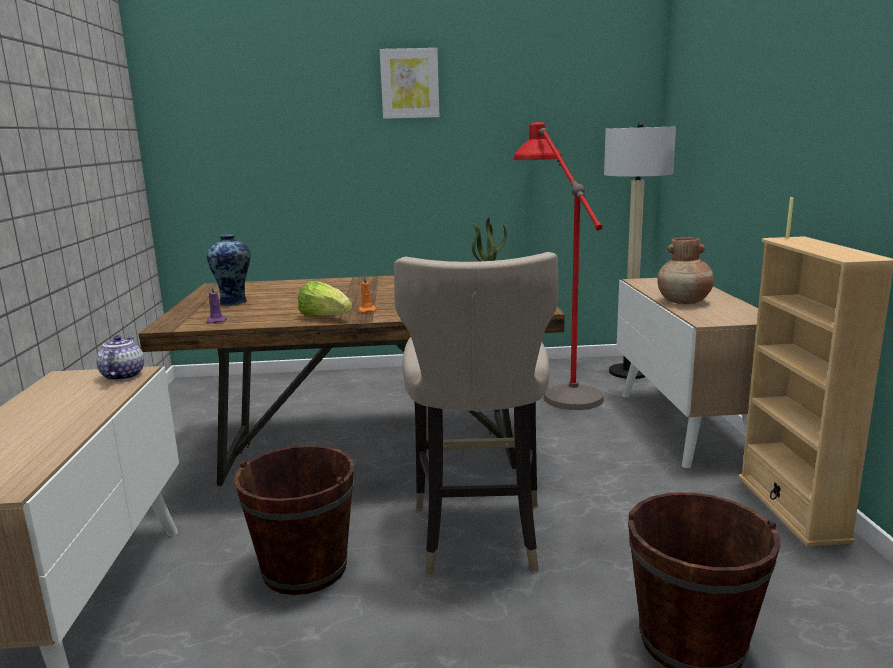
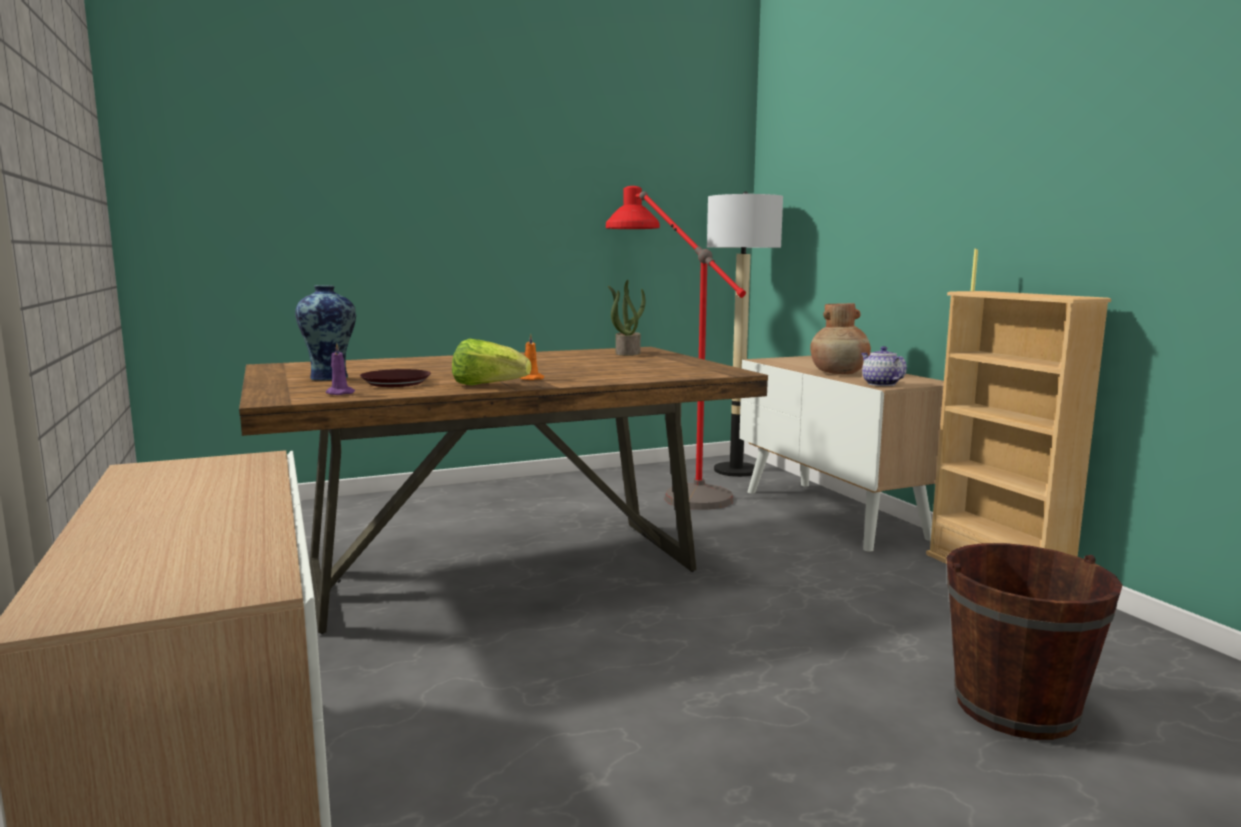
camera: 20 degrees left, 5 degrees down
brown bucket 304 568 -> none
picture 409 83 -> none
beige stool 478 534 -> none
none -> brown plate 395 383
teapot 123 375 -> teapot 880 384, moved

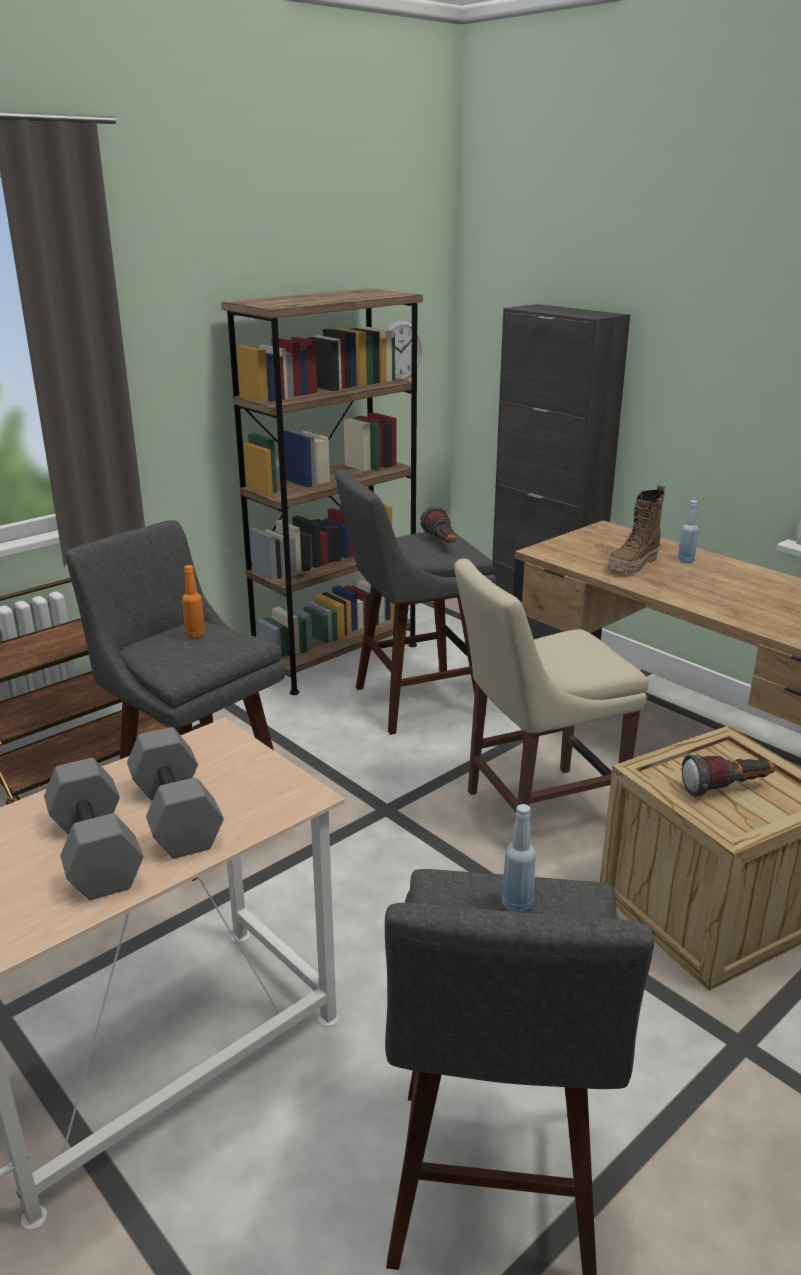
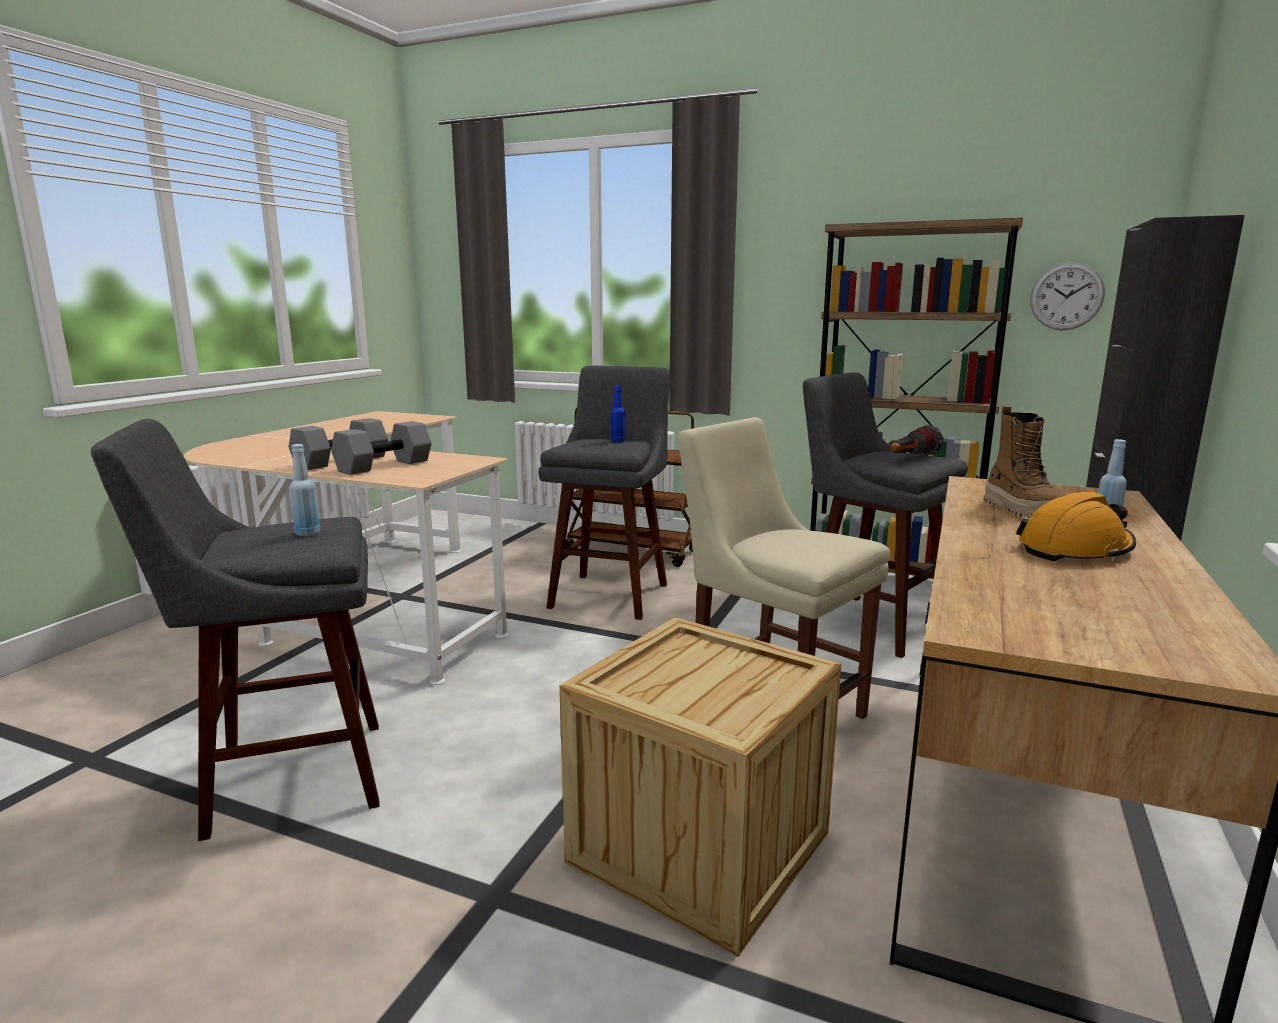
camera: 65 degrees right, 10 degrees down
flashlight 727 789 -> none
none -> orange hard hat 1075 549
orange bottle 195 634 -> blue bottle 618 441
boot 633 565 -> boot 1023 510, 120 degrees counterclockwise

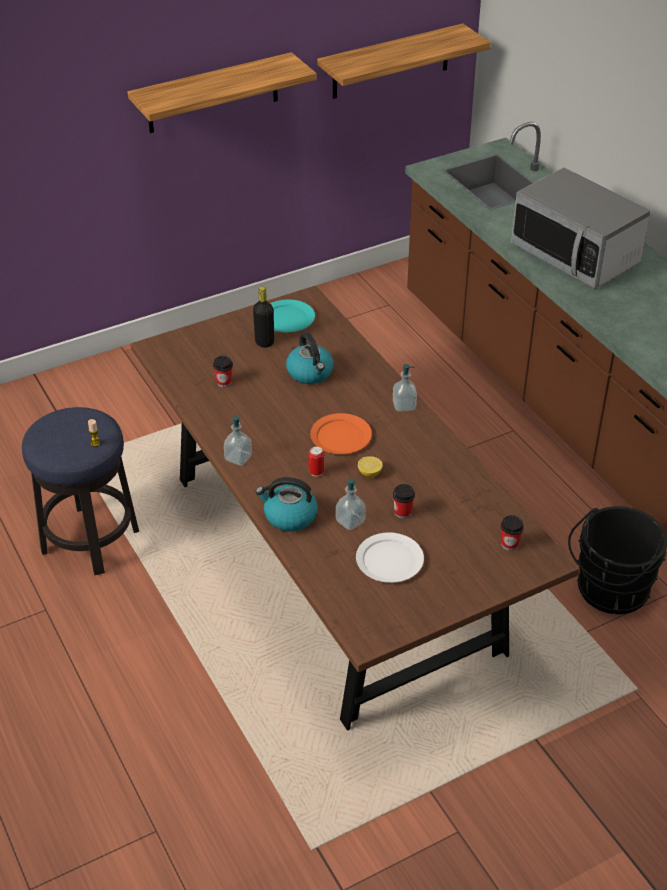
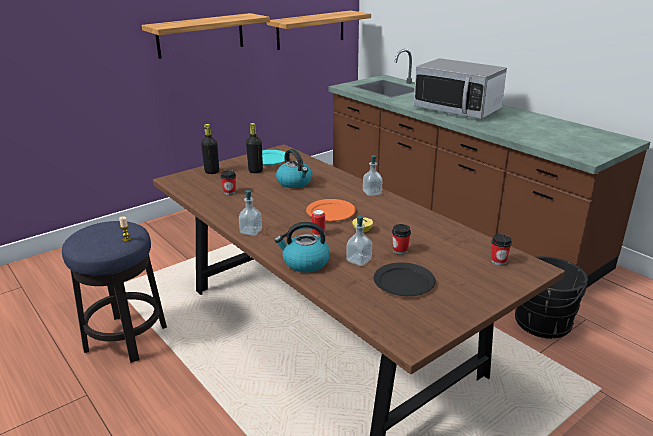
camera: 10 degrees left, 15 degrees down
none -> black bottle 212 172
white plate 389 560 -> black plate 403 282

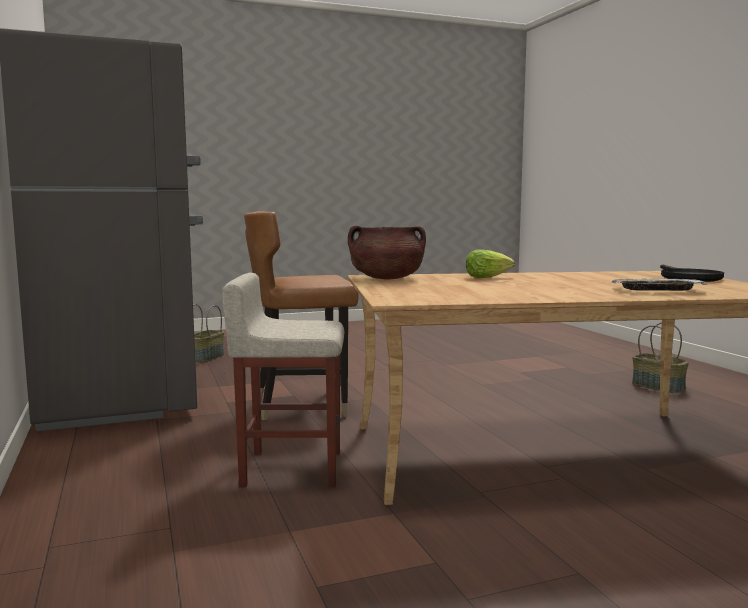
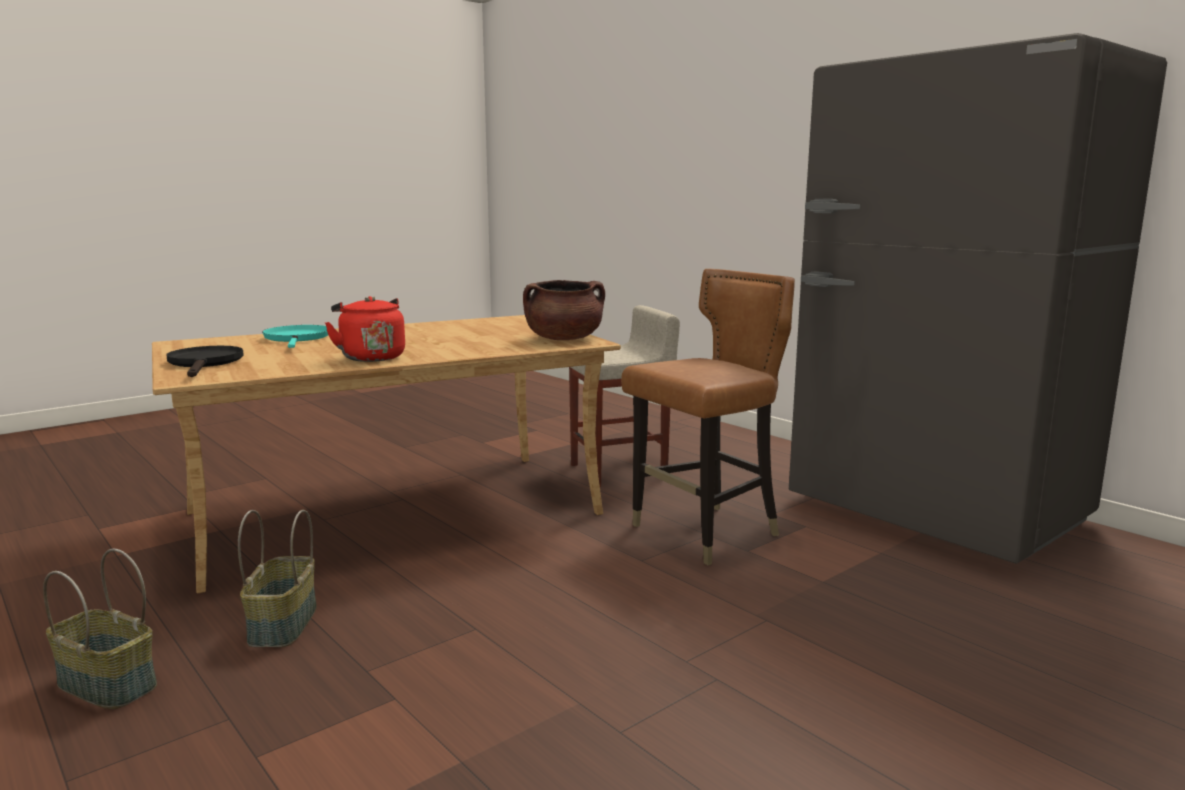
camera: 160 degrees right, 5 degrees up
lettuce 487 277 -> none
none -> red kettle 371 357
basket 206 357 -> basket 284 625, moved
tray 656 290 -> turquoise frying pan 297 338

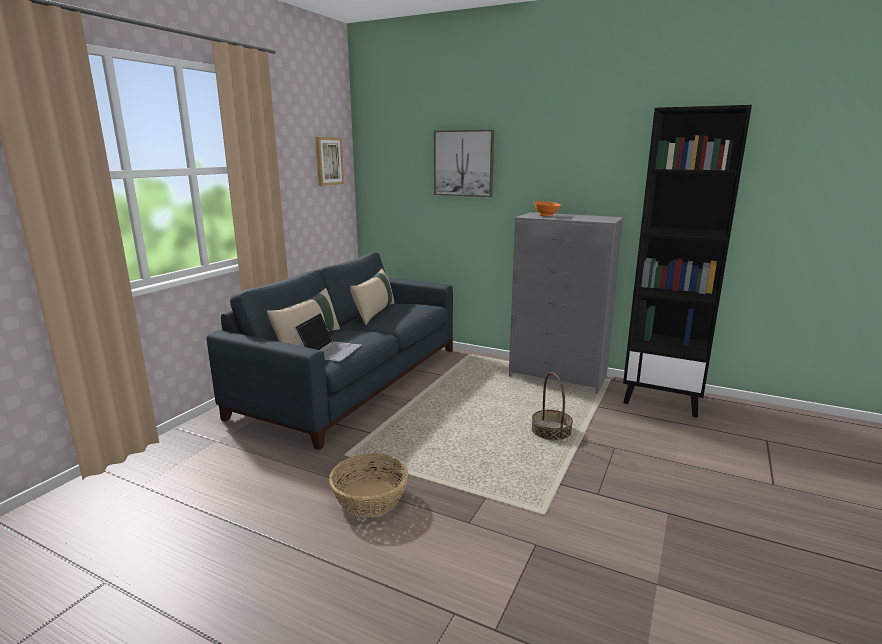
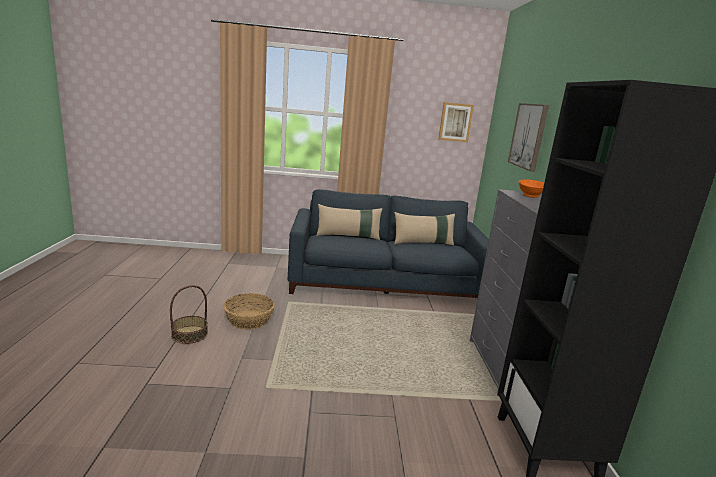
camera: 60 degrees right, 0 degrees up
laptop 329 350 -> none
basket 551 431 -> basket 189 334, moved

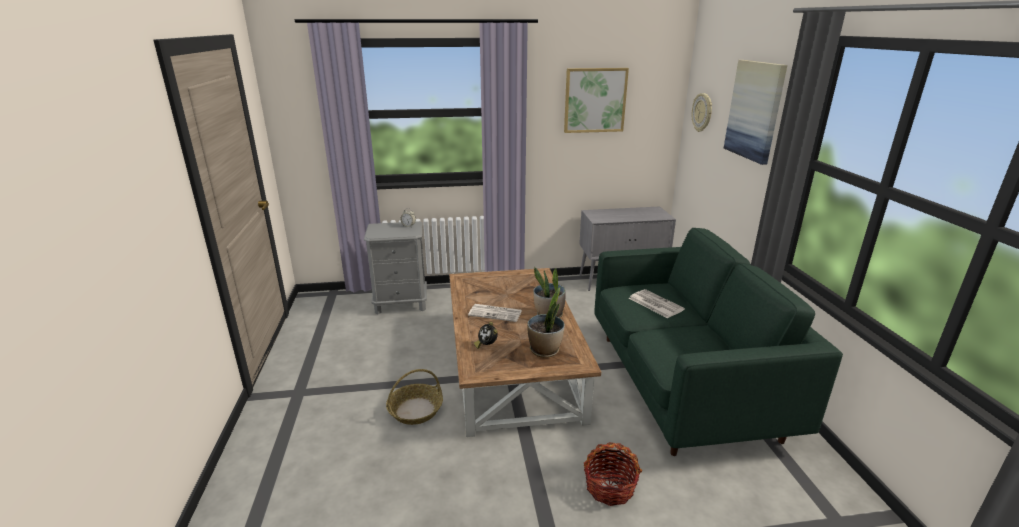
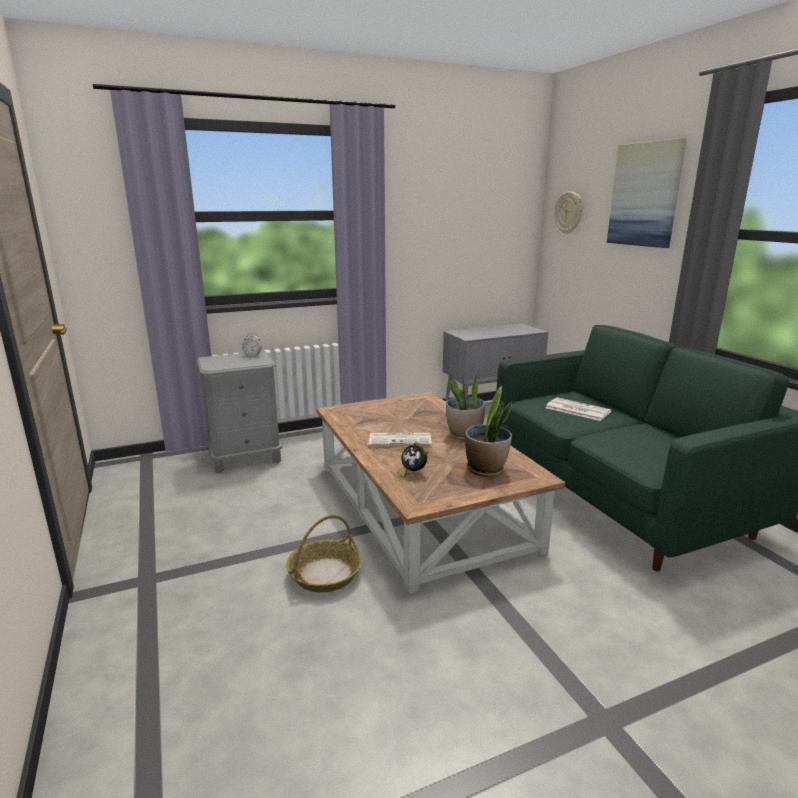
camera: 15 degrees left, 5 degrees down
picture 595 100 -> none
basket 609 487 -> none

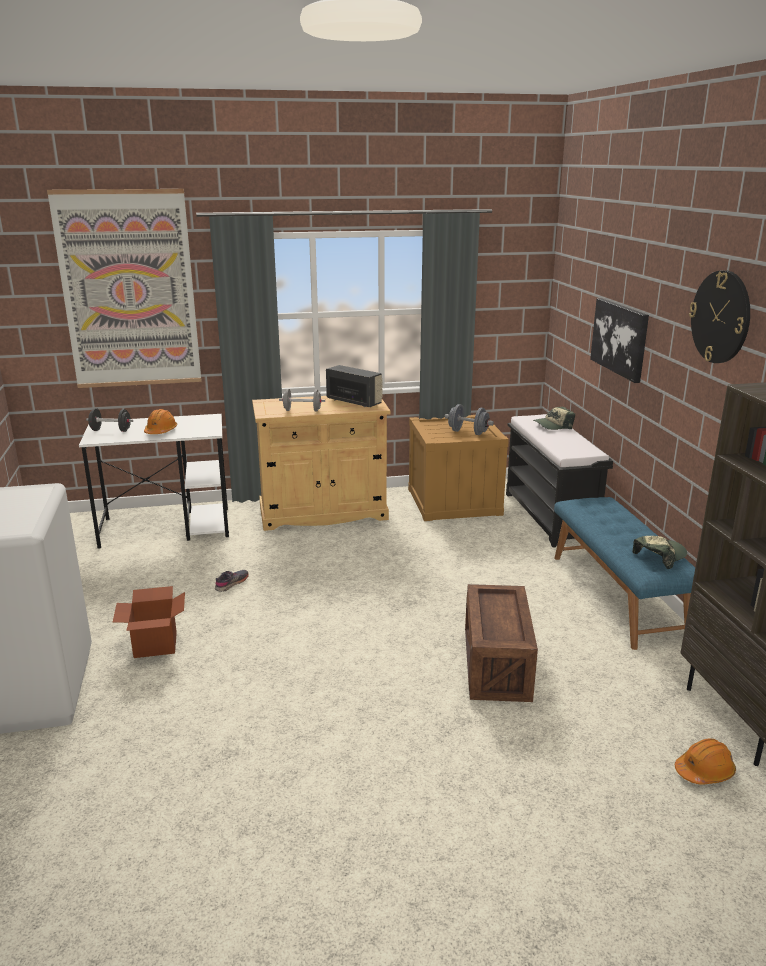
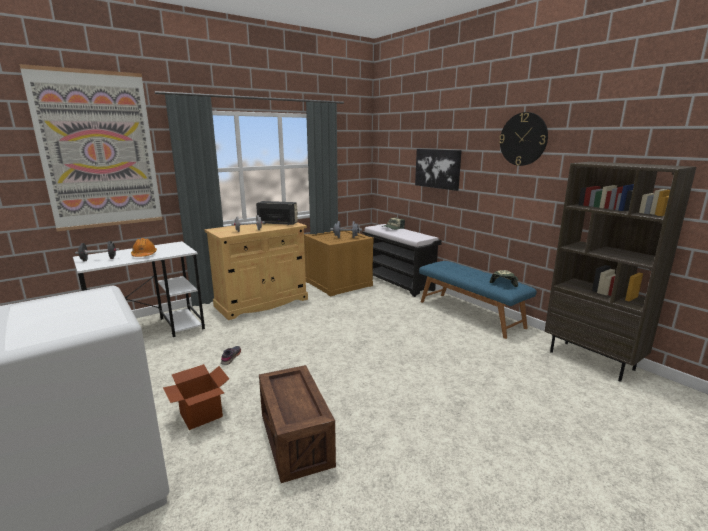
camera: 25 degrees left, 5 degrees down
orange hard hat 704 771 -> none
crate 496 665 -> crate 295 439, moved

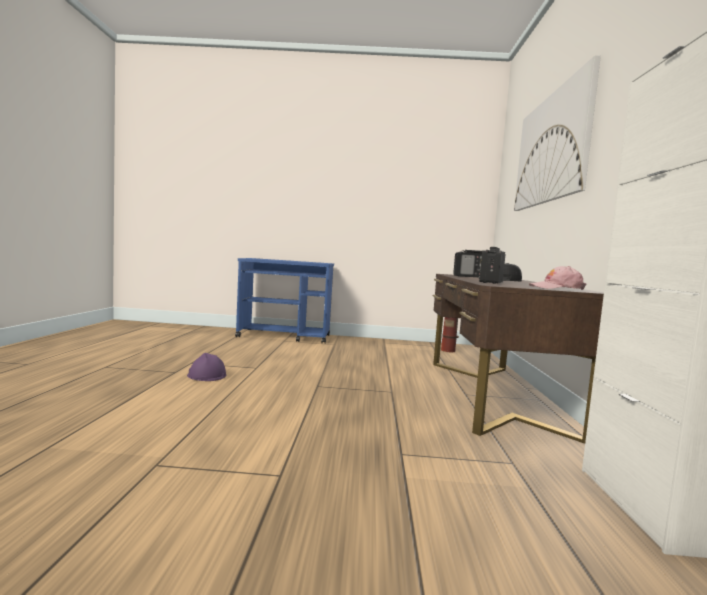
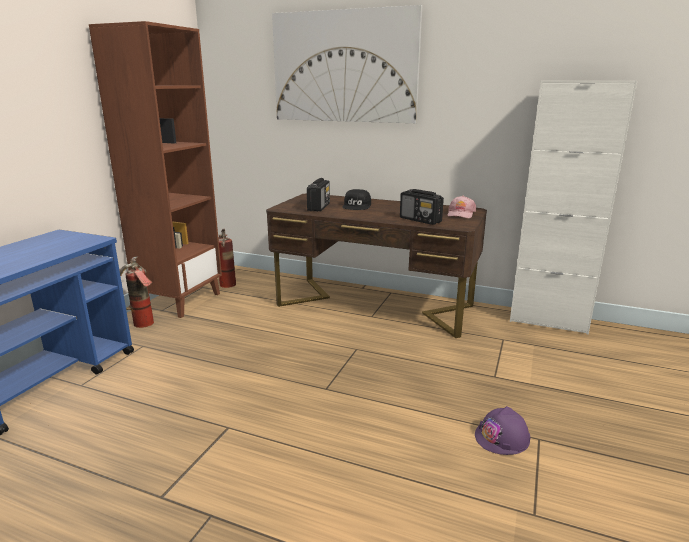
camera: 70 degrees left, 15 degrees up
none -> brown bookcase 180 301
none -> fire extinguisher 140 327
purple hard hat 206 375 -> purple hard hat 502 437, moved

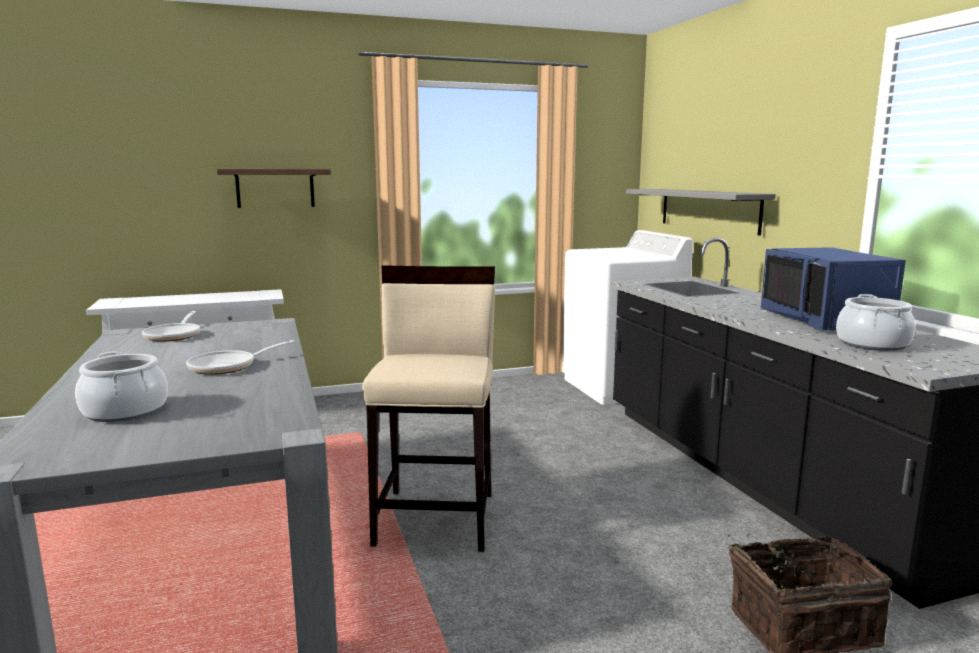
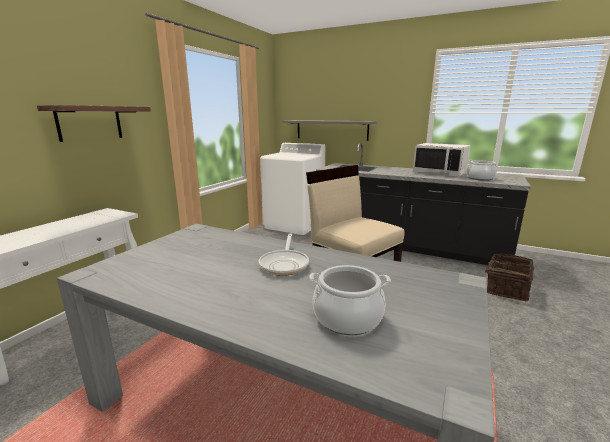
camera: 45 degrees left, 5 degrees up
frying pan 174 335 -> none
blue microwave 826 320 -> white microwave 439 173

